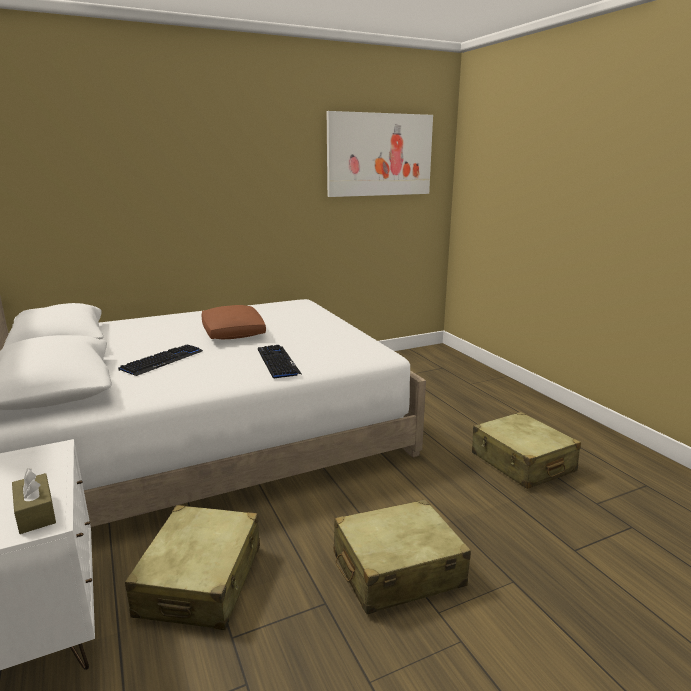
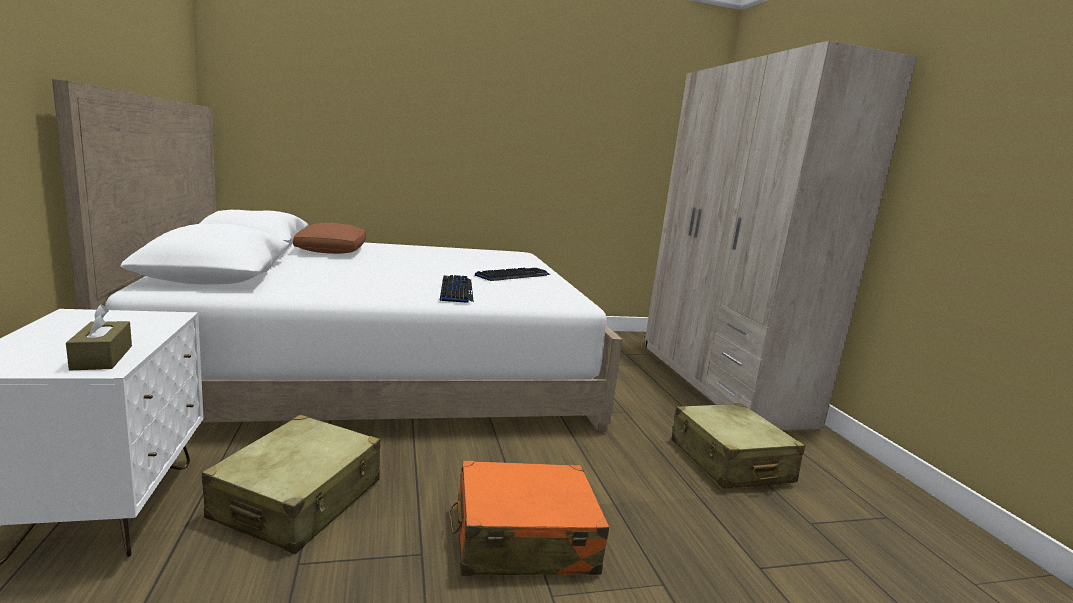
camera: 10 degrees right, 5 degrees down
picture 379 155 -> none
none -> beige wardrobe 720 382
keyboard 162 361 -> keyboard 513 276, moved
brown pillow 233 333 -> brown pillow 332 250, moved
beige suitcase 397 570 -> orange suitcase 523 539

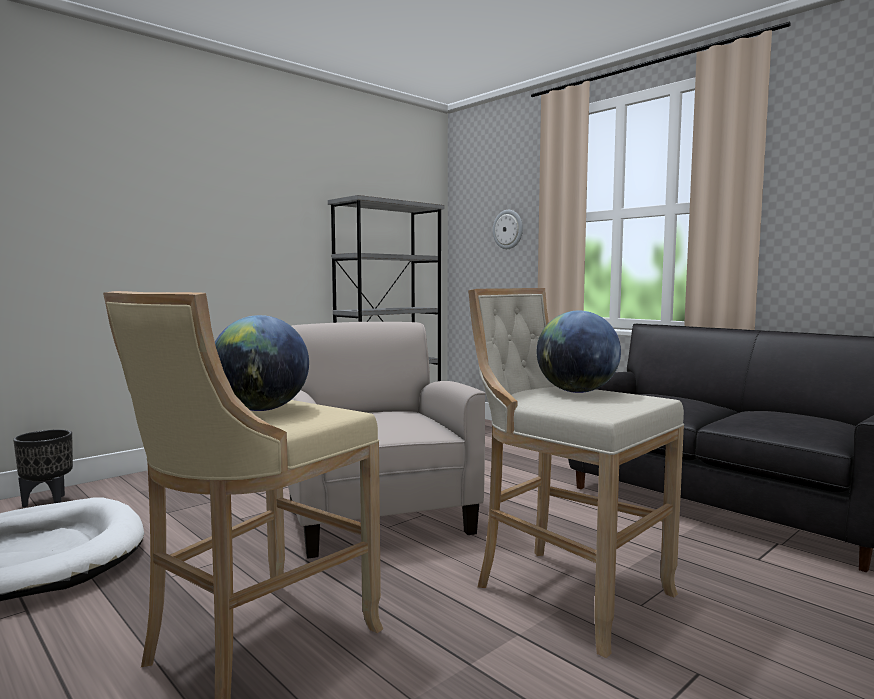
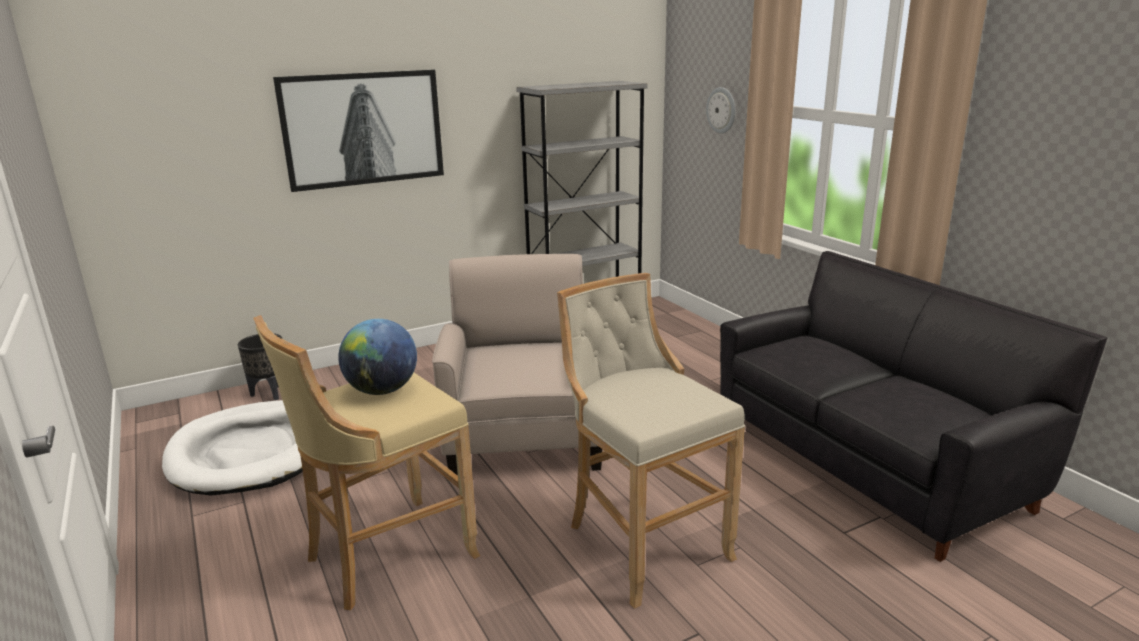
camera: 15 degrees right, 15 degrees up
globe 576 392 -> none
none -> picture 363 129

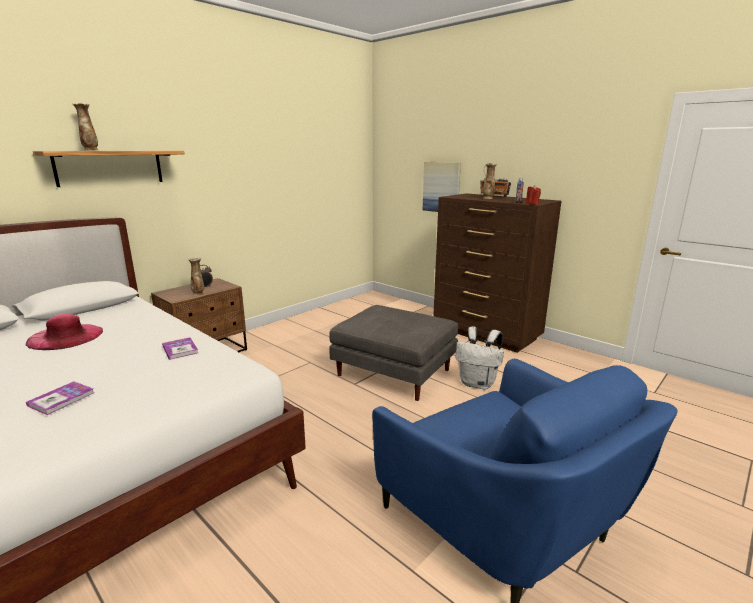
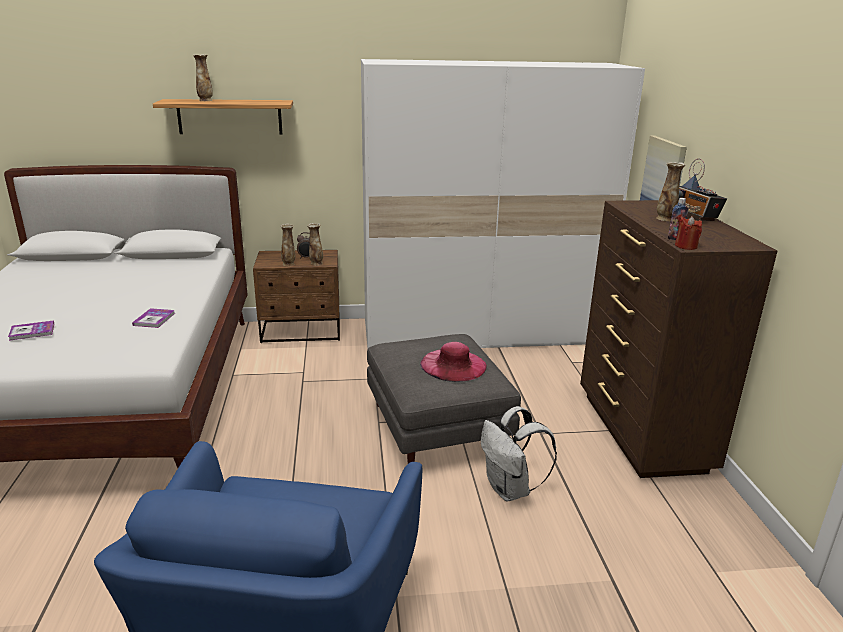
camera: 40 degrees right, 5 degrees up
none -> vase 316 263
none -> white wardrobe 481 332
pink hat 66 336 -> pink hat 453 365, moved

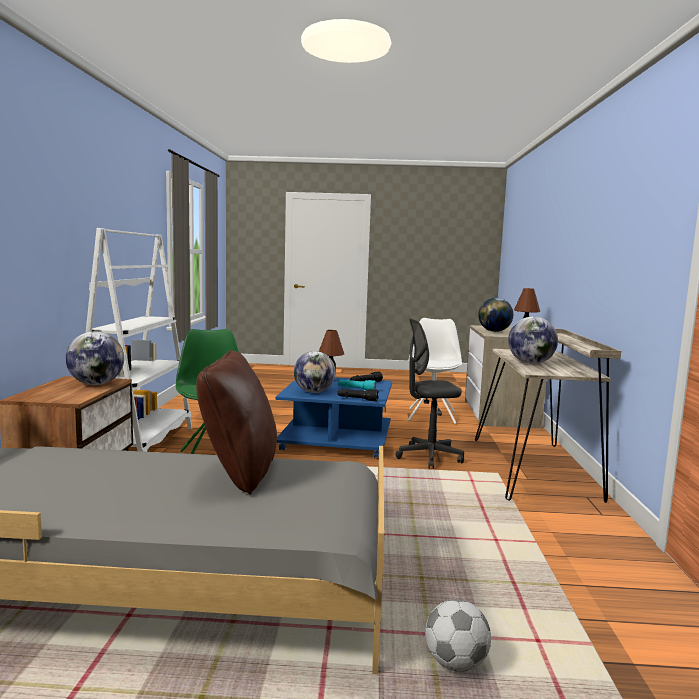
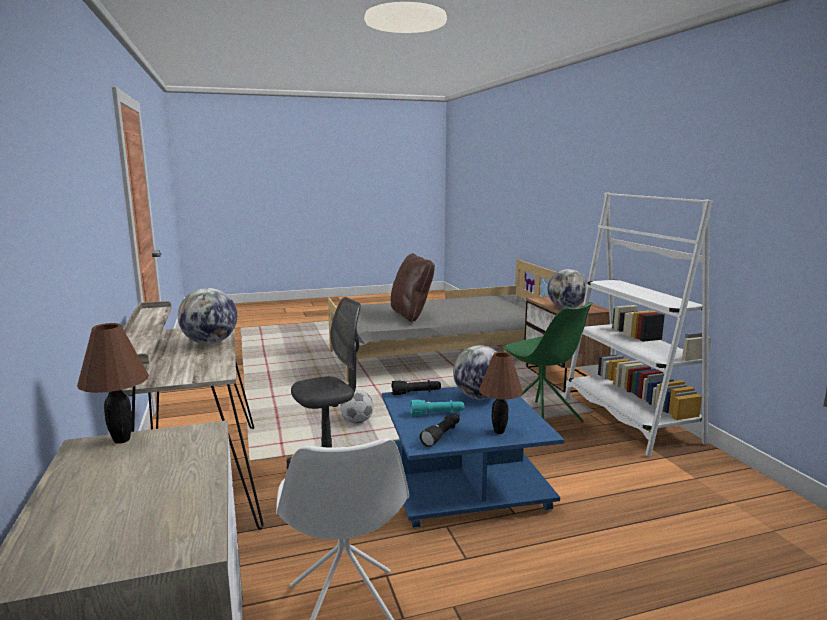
camera: 160 degrees right, 5 degrees up
globe 494 331 -> none
football 456 664 -> football 357 421, moved

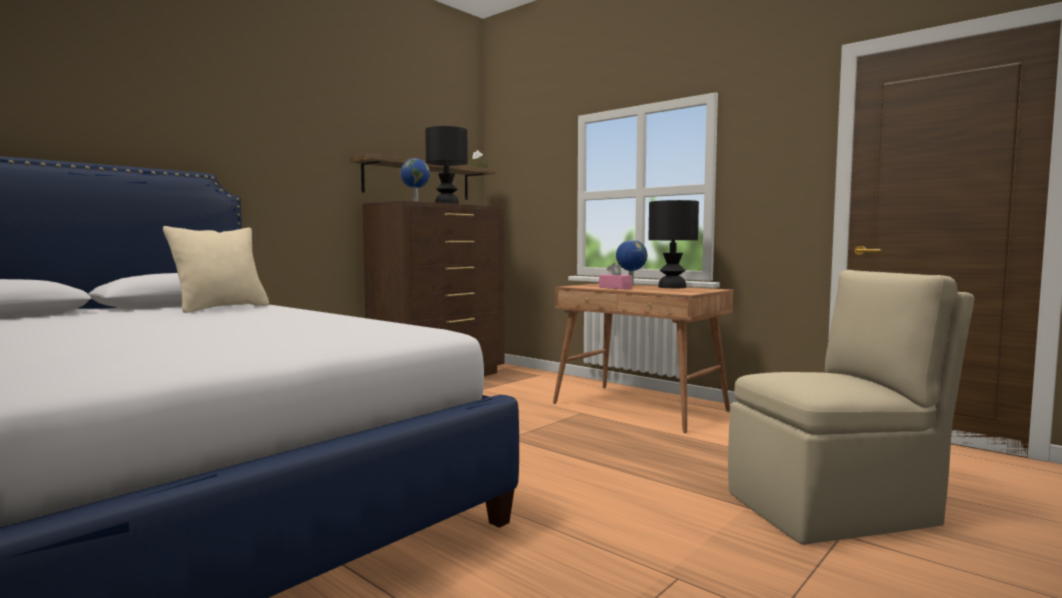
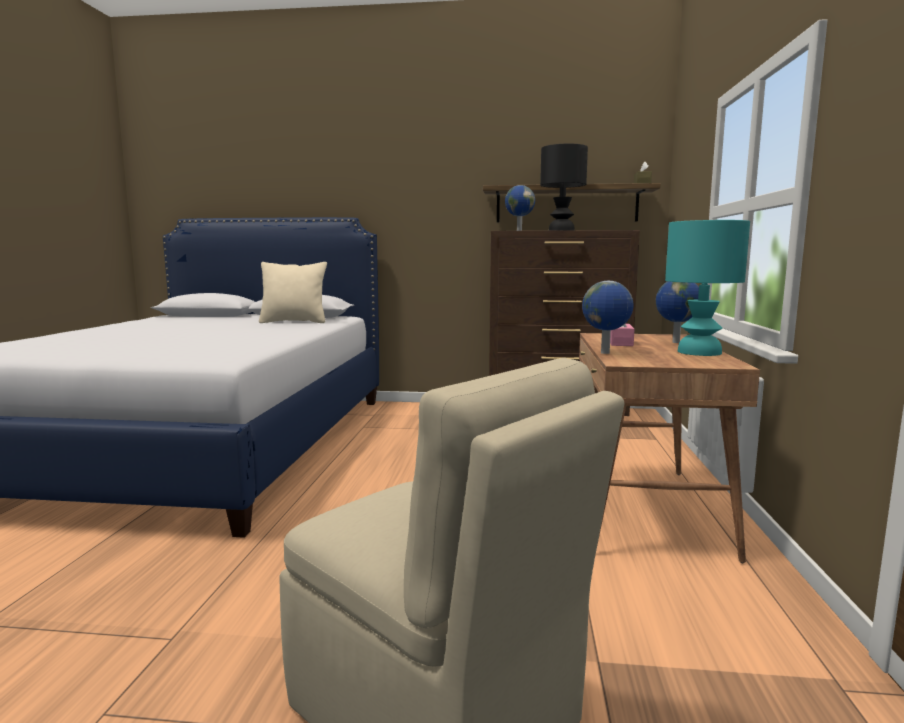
camera: 55 degrees right, 5 degrees up
none -> globe 605 353
black table lamp 672 287 -> turquoise table lamp 698 352

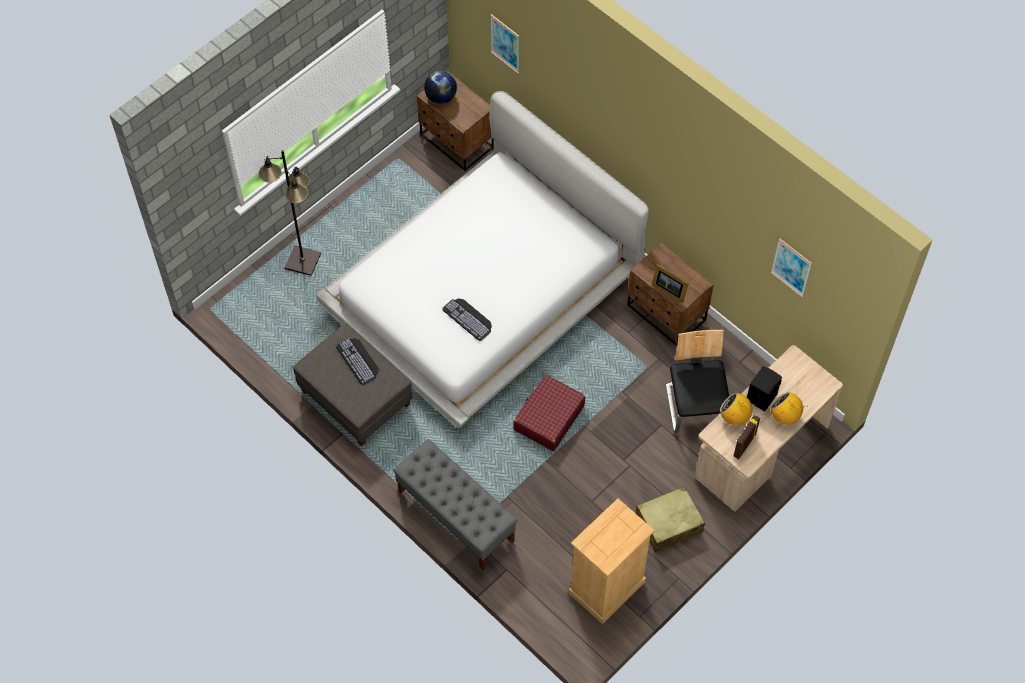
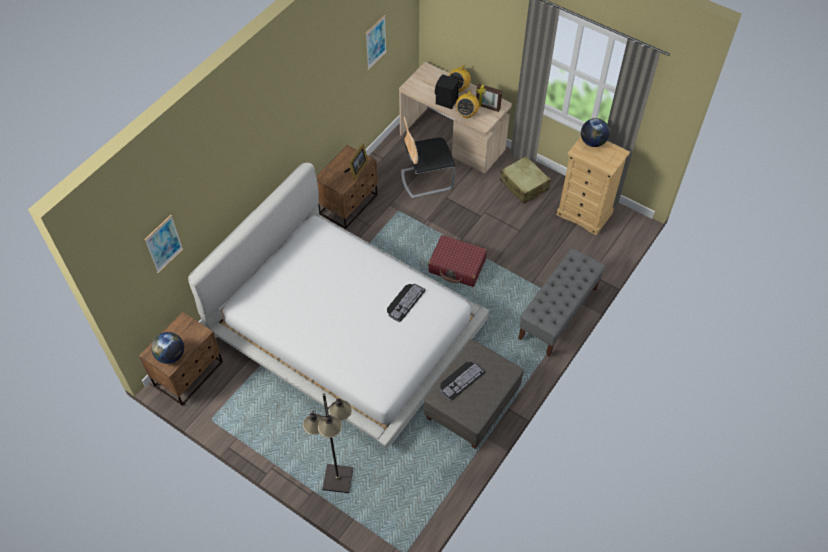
camera: 100 degrees left, 5 degrees down
none -> globe 592 142

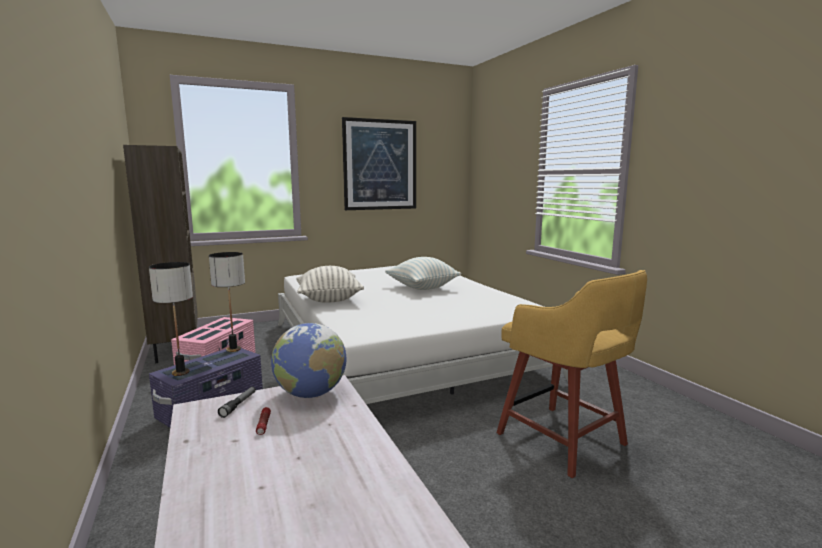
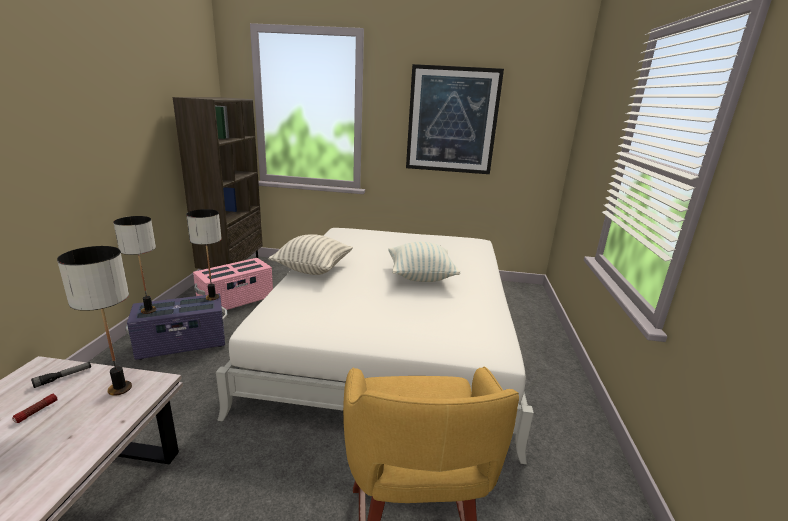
camera: 30 degrees right, 10 degrees up
globe 311 394 -> table lamp 120 388

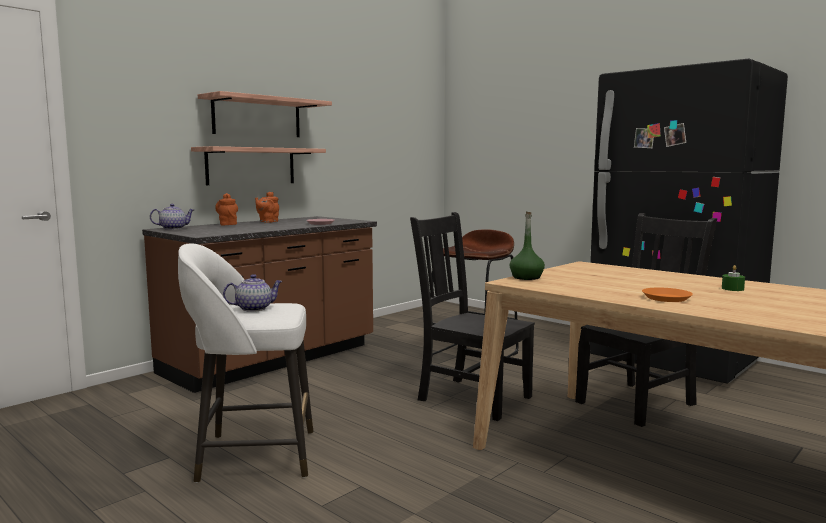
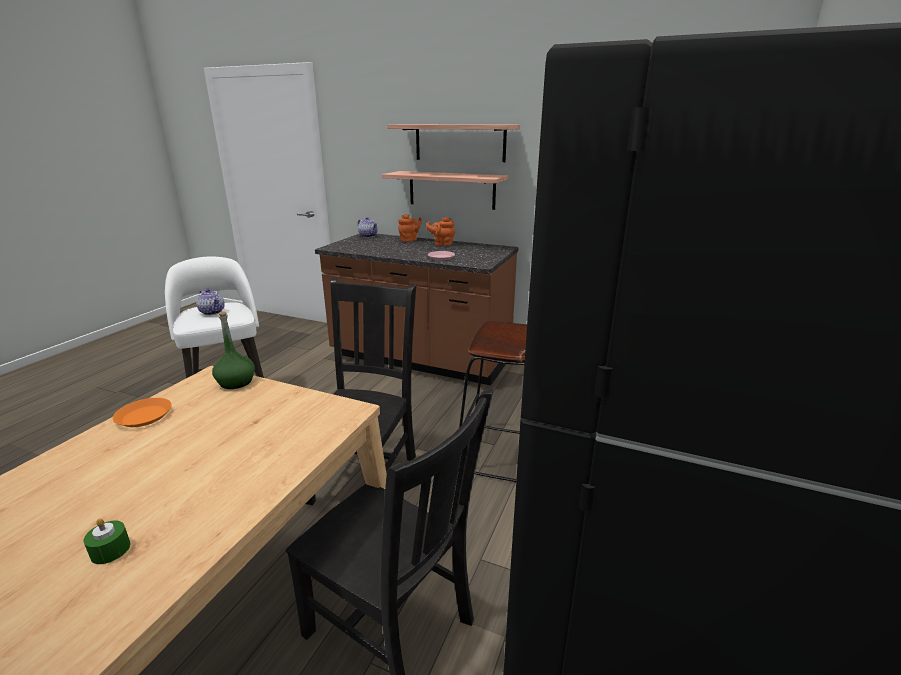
camera: 70 degrees right, 15 degrees up
orange plate 666 298 -> orange plate 144 416, moved

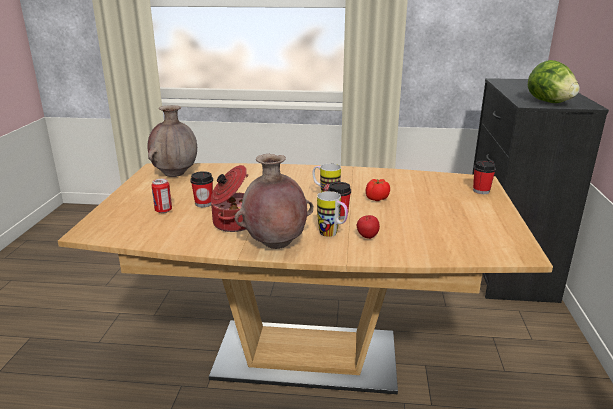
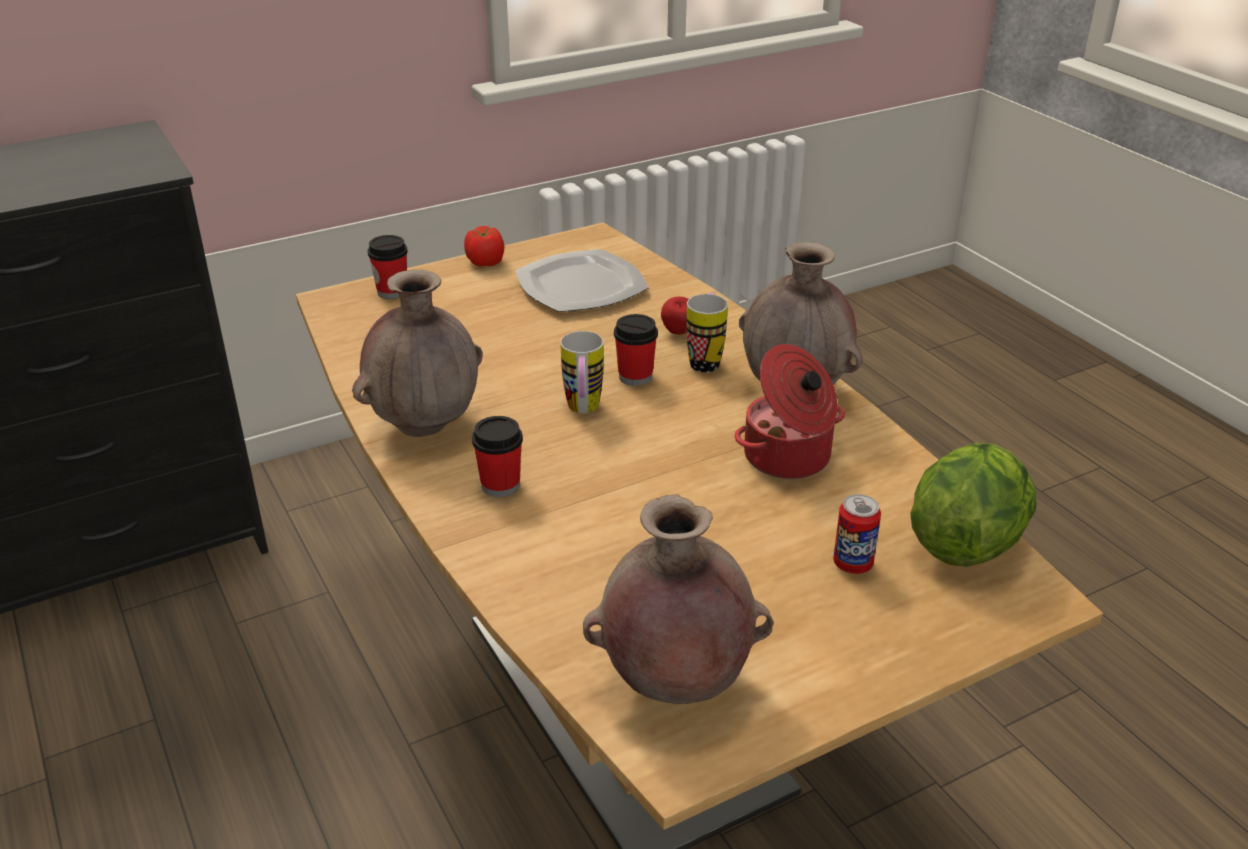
camera: 125 degrees left, 10 degrees up
none -> brown vase 426 425
none -> plate 581 285
cup 204 203 -> cup 500 485, moved
tomato 376 199 -> tomato 485 262, moved
lettuce 549 102 -> lettuce 966 542, moved

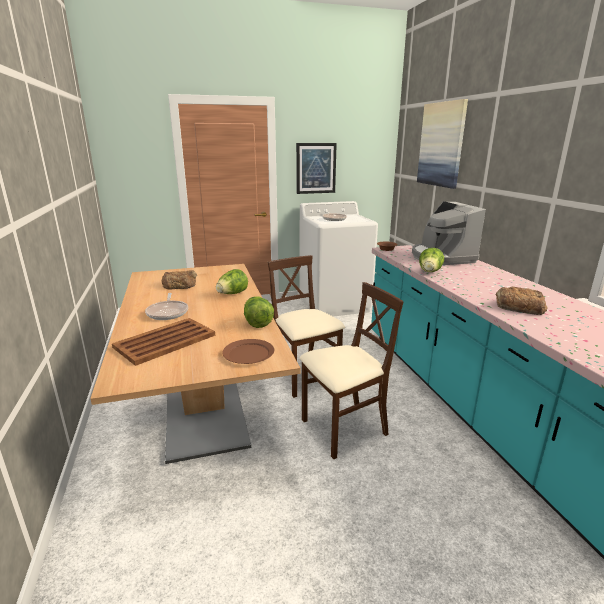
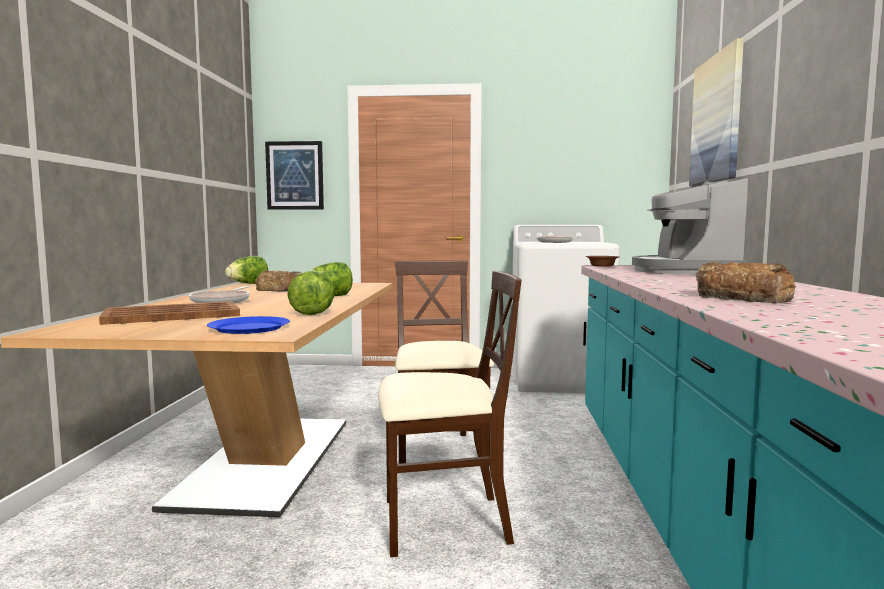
camera: 20 degrees right, 15 degrees down
picture 316 168 -> picture 295 175, moved
lettuce 429 272 -> lettuce 248 284, moved
brown plate 248 354 -> blue plate 248 328

